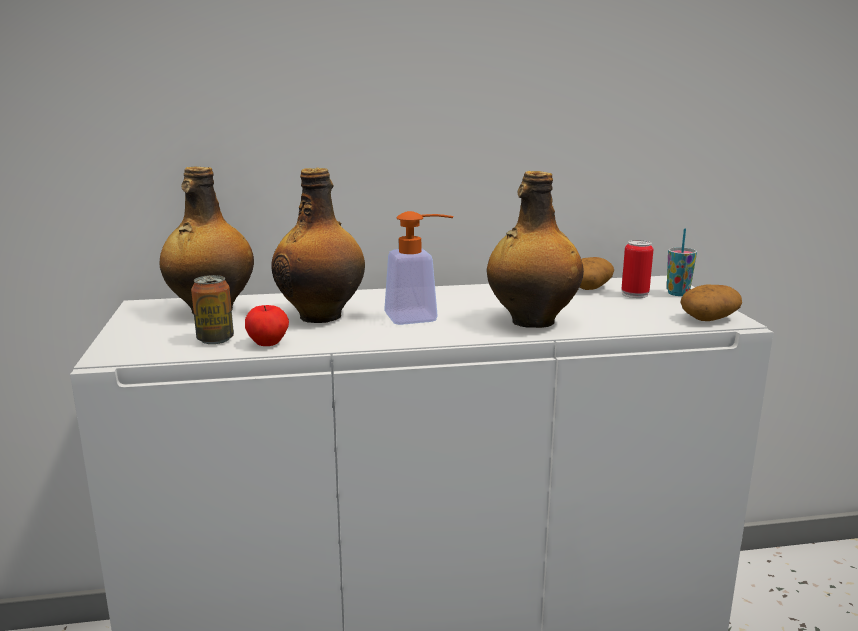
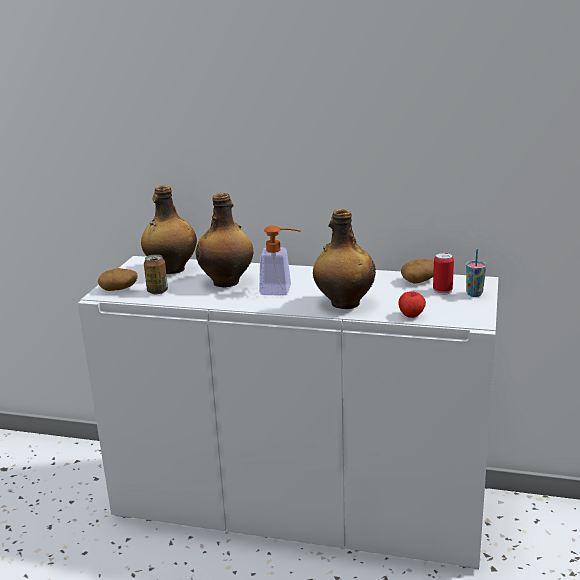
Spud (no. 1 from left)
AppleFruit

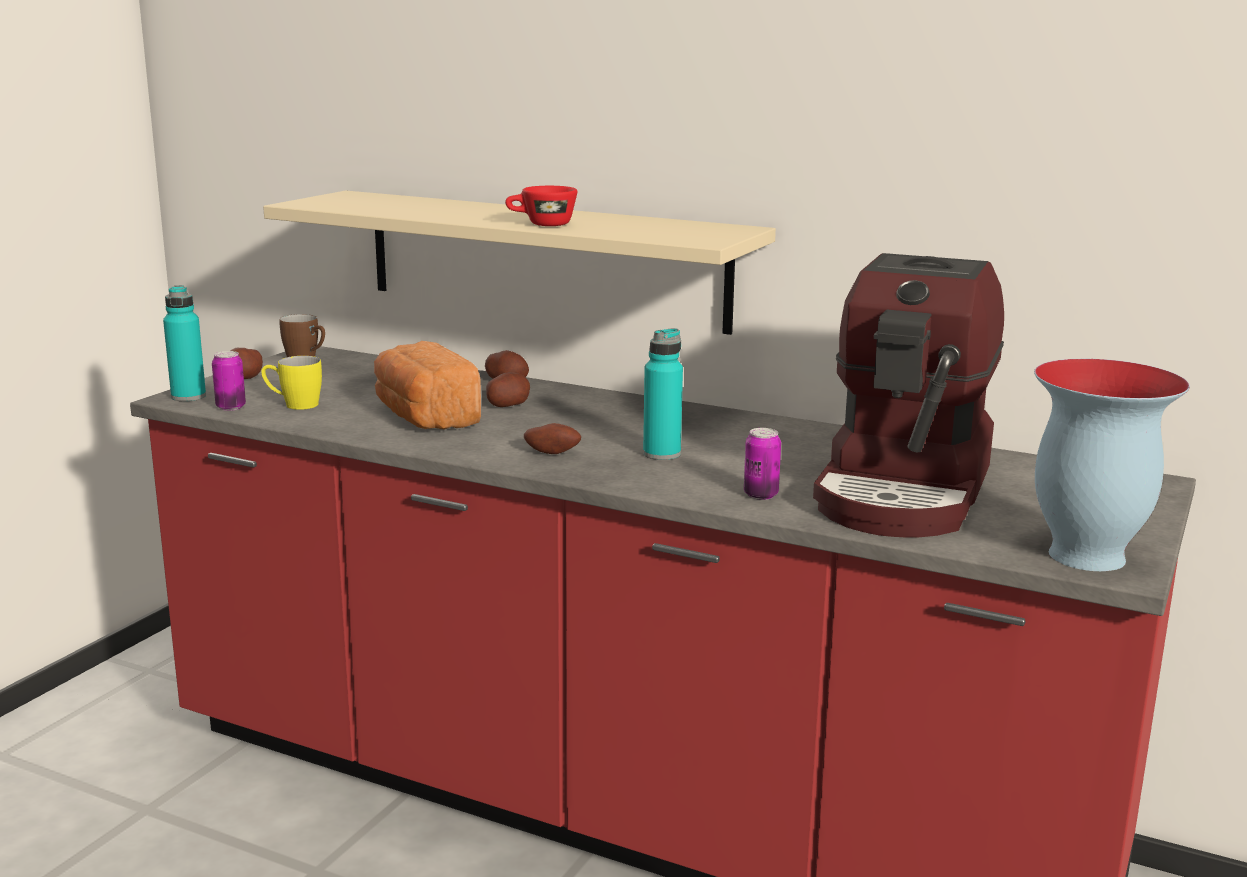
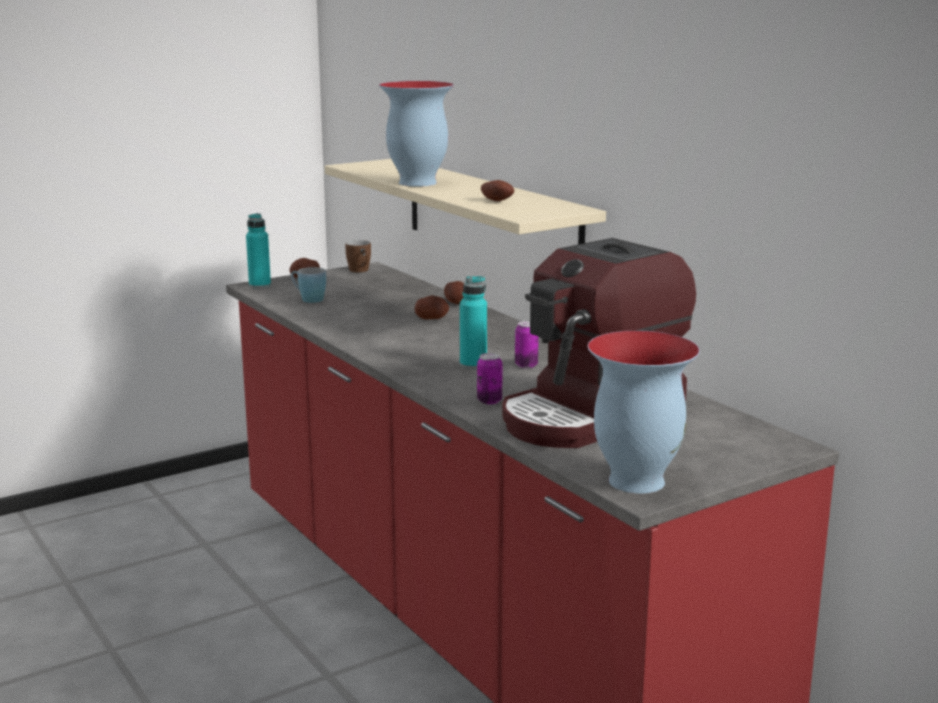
ReddishDrinkingCup
BakeryBread
SealedCan (no. 2 from left)
BlueMug
Spud (no. 4 from left)
DecorativeVase (no. 1 from left)

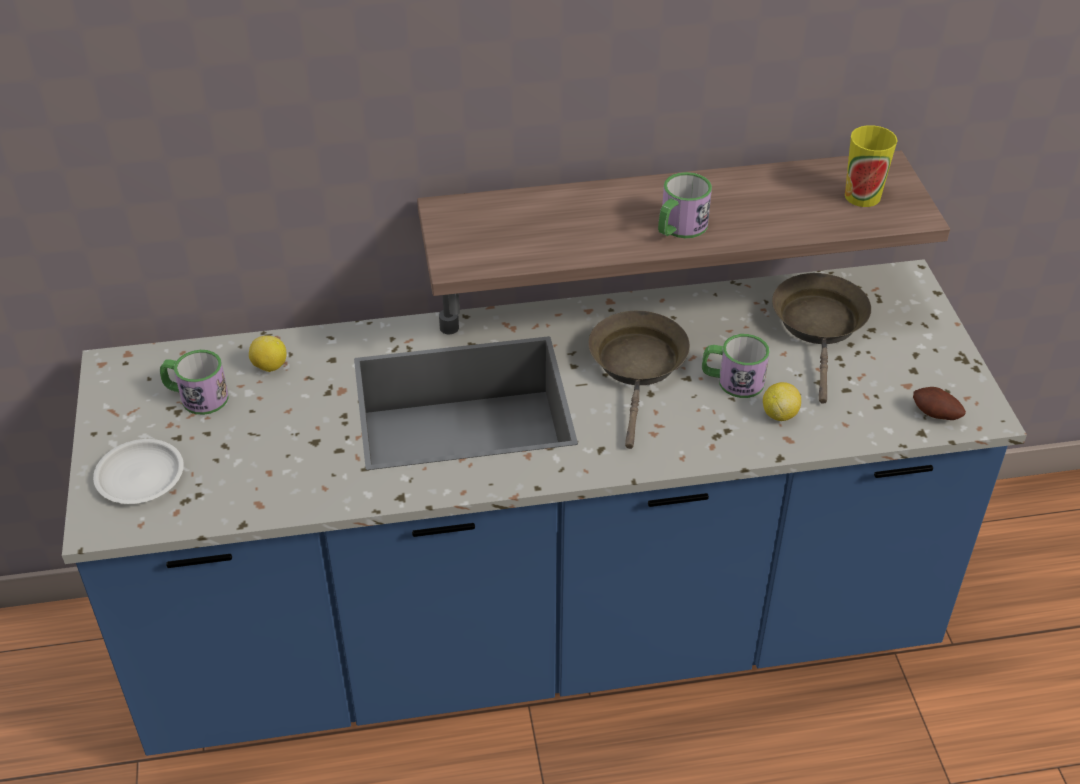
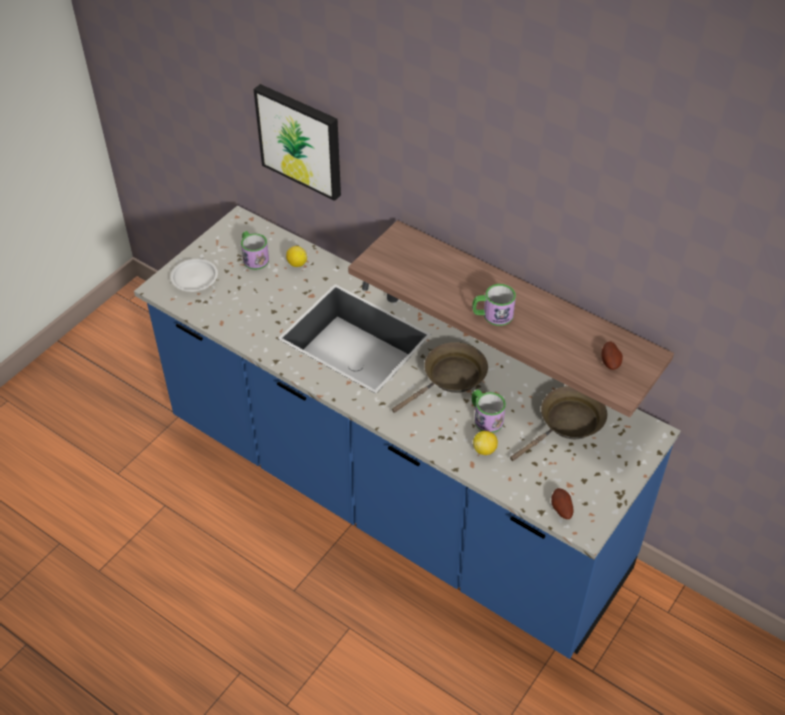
Spud (no. 2 from left)
Picture

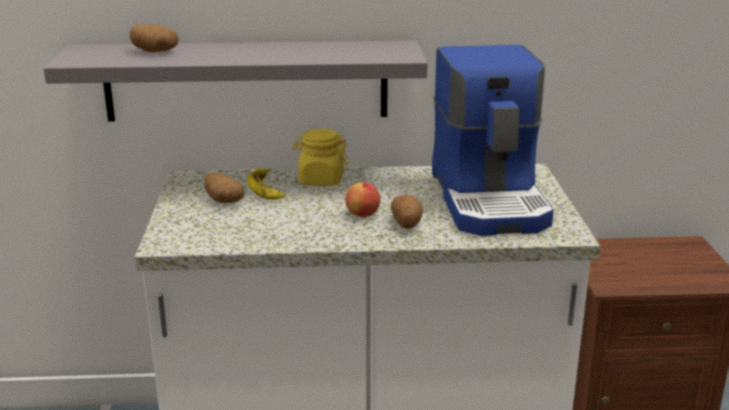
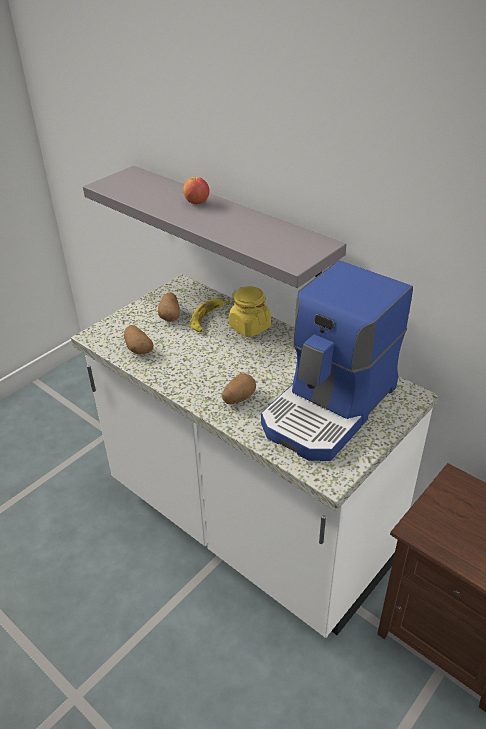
Spud (no. 1 from left)
AppleFruit

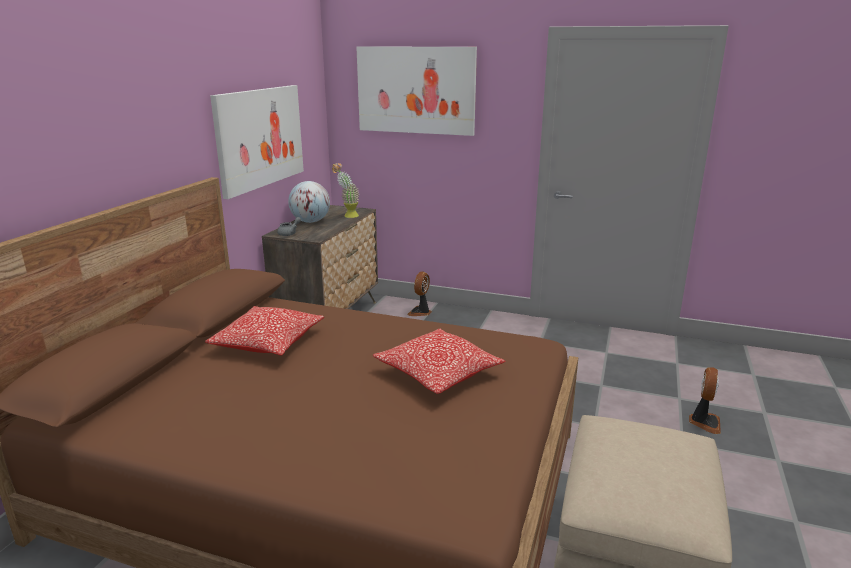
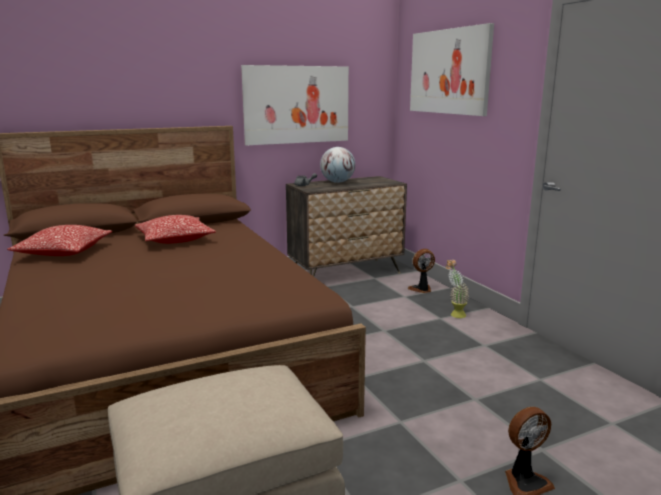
PlantInAPot
Pillow (no. 1 from left)

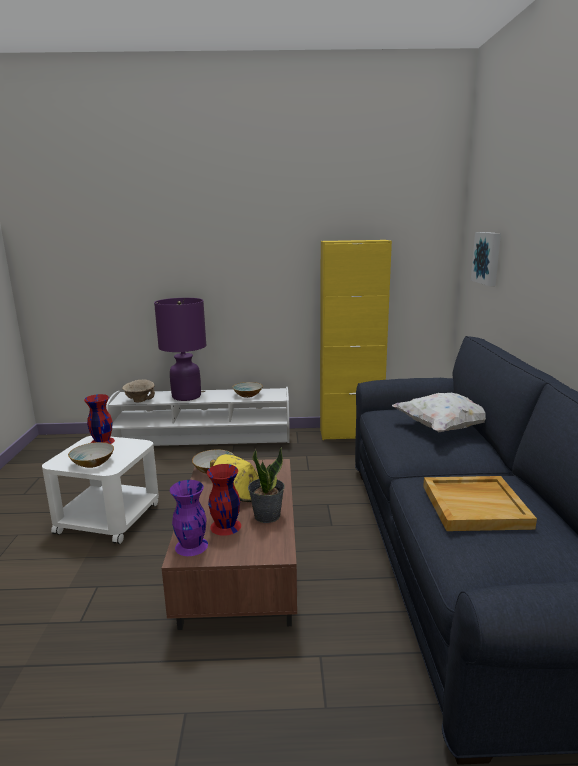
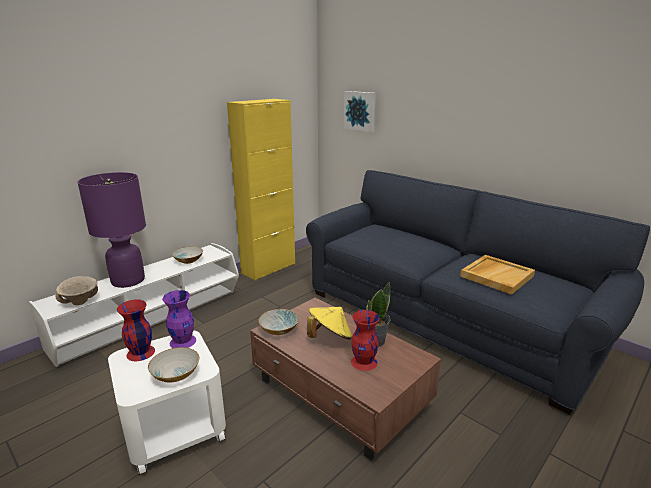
WhitePillow
PurplishDecorativeVase

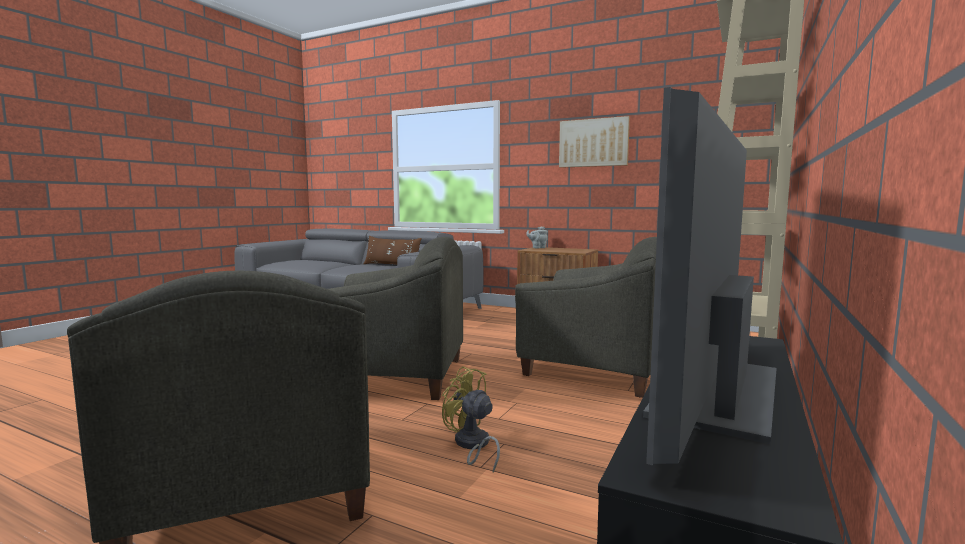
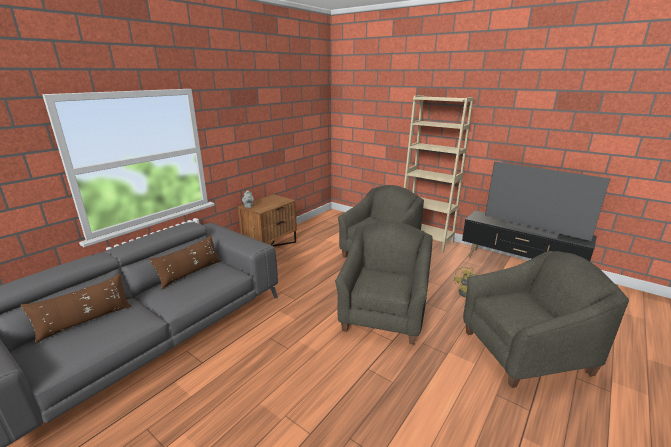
Picture
BrownishPillow (no. 1 from left)

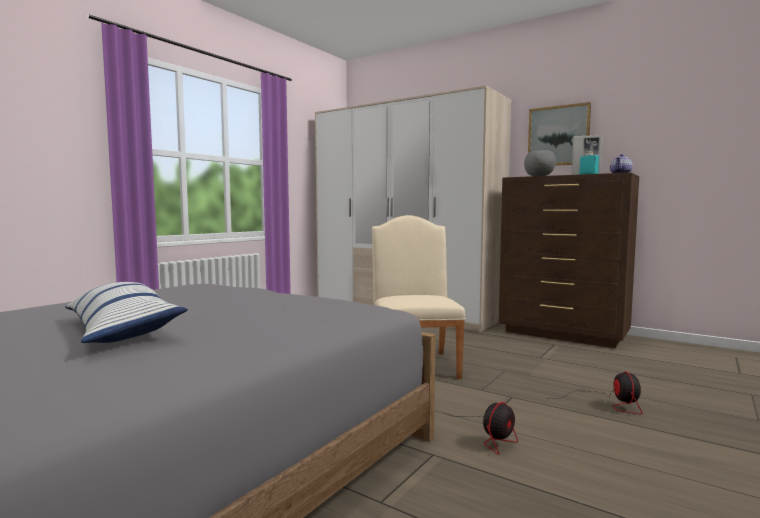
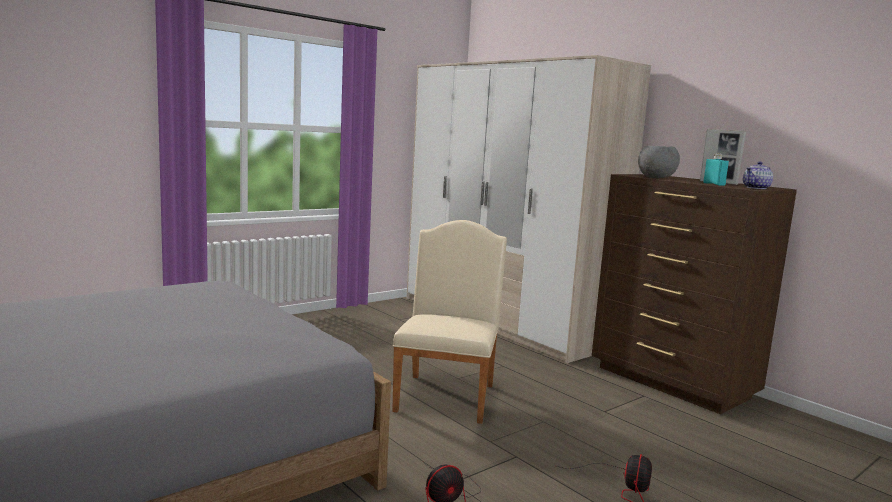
Picture
Pillow

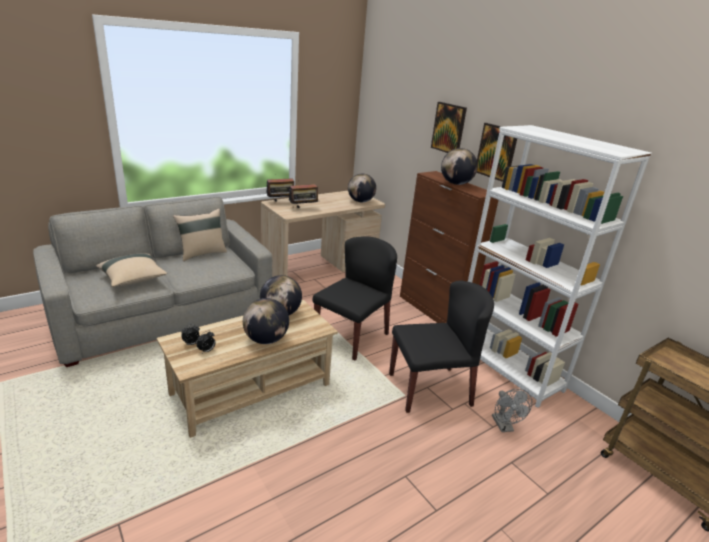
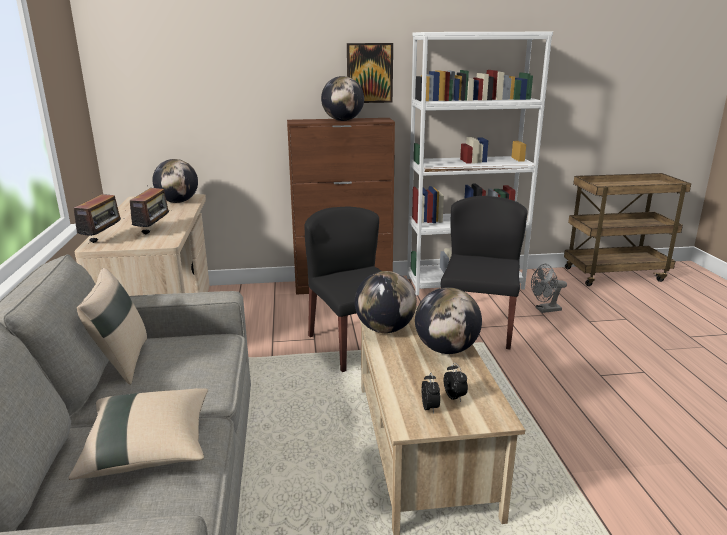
Picture (no. 1 from left in the first image)
GreyCoolingFan

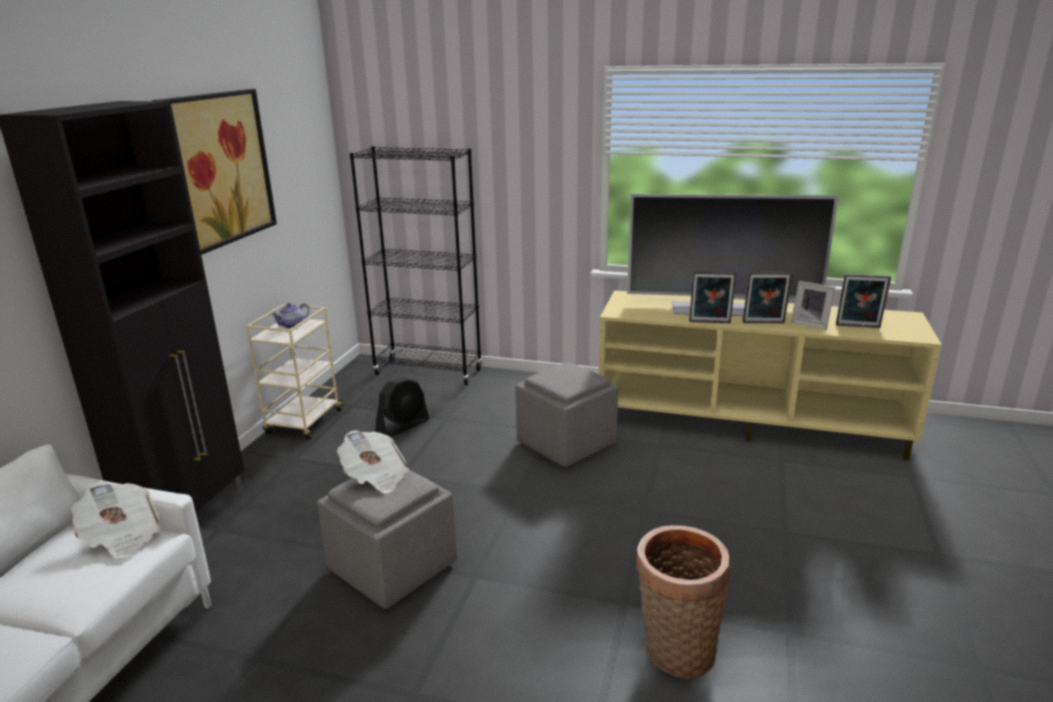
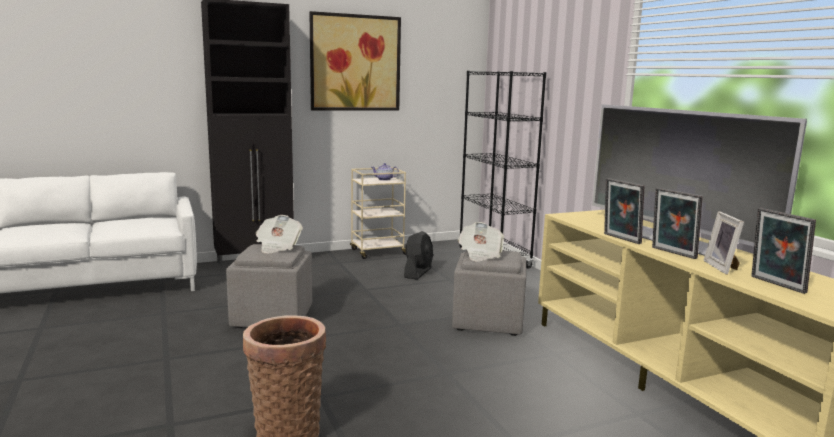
BlackishCoolingFan
Newspaper (no. 2 from left)

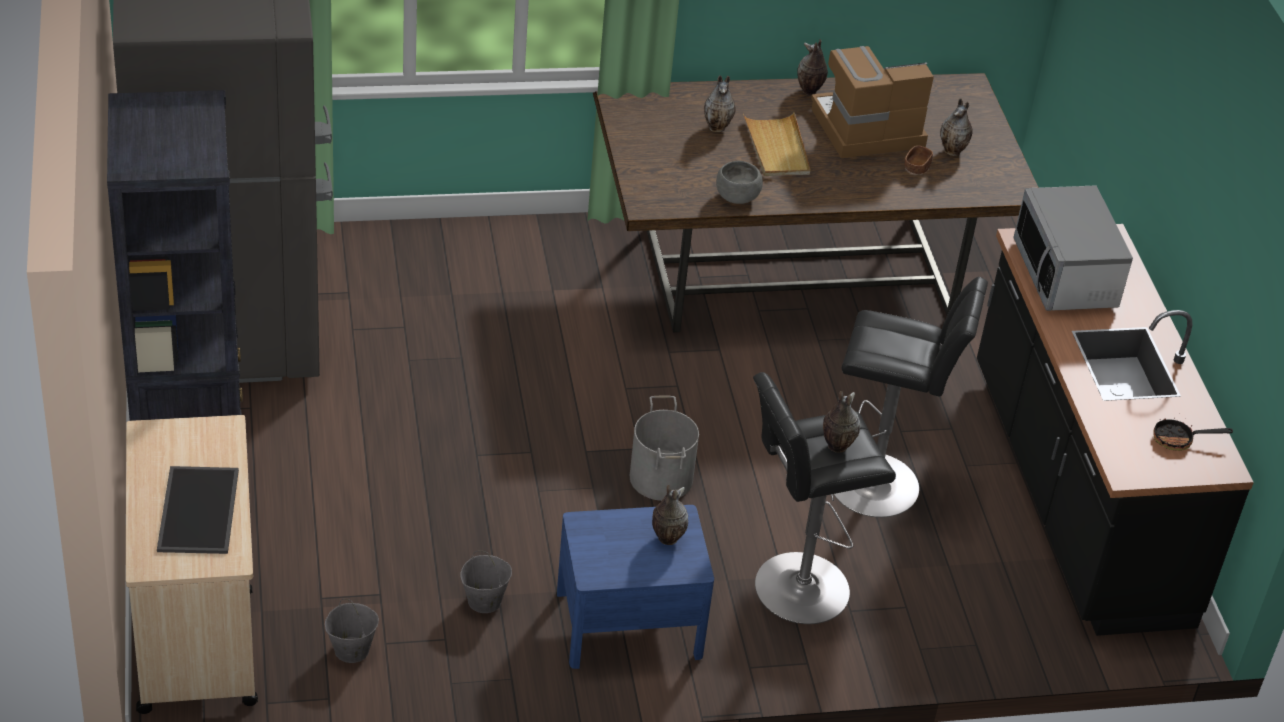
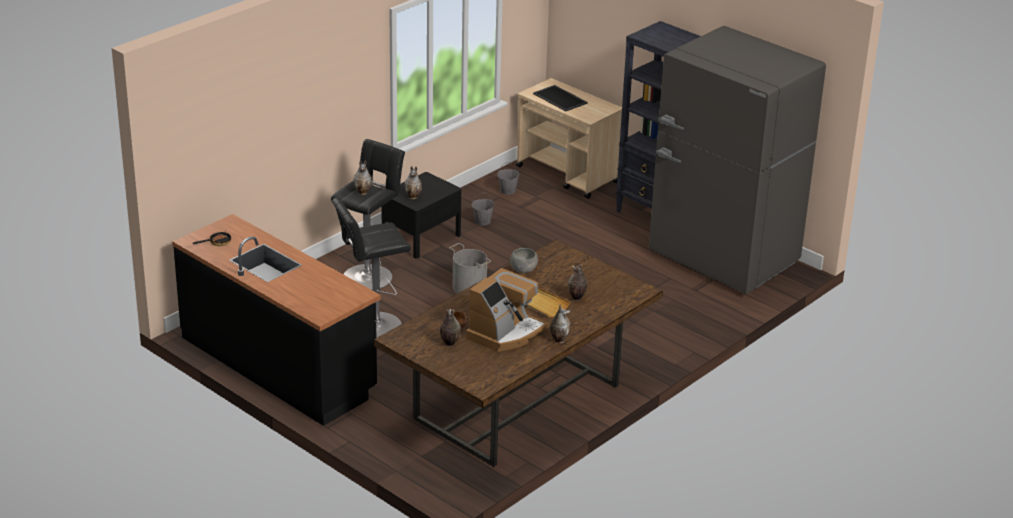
Microwave
BlackishNightTable

